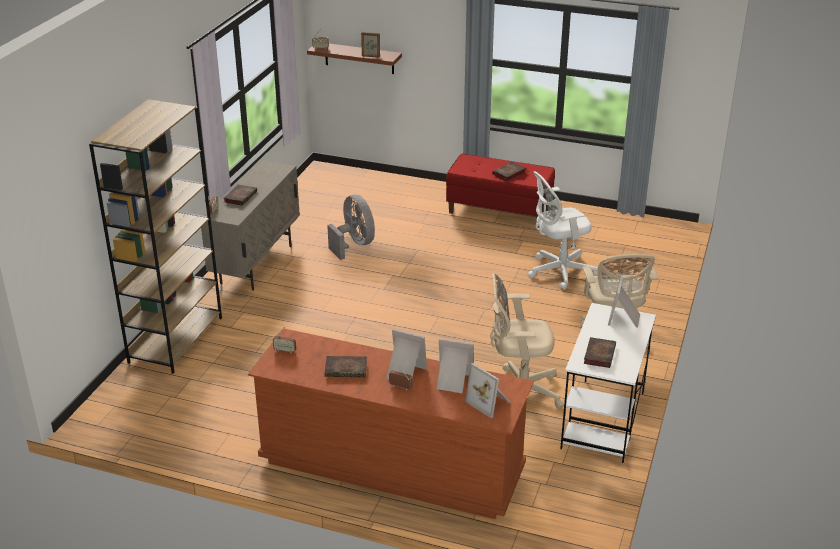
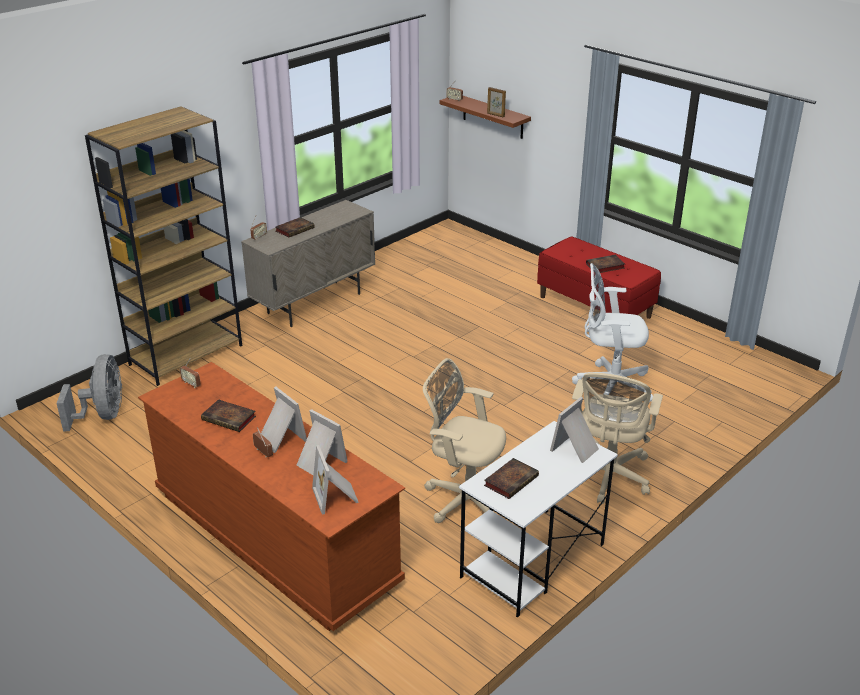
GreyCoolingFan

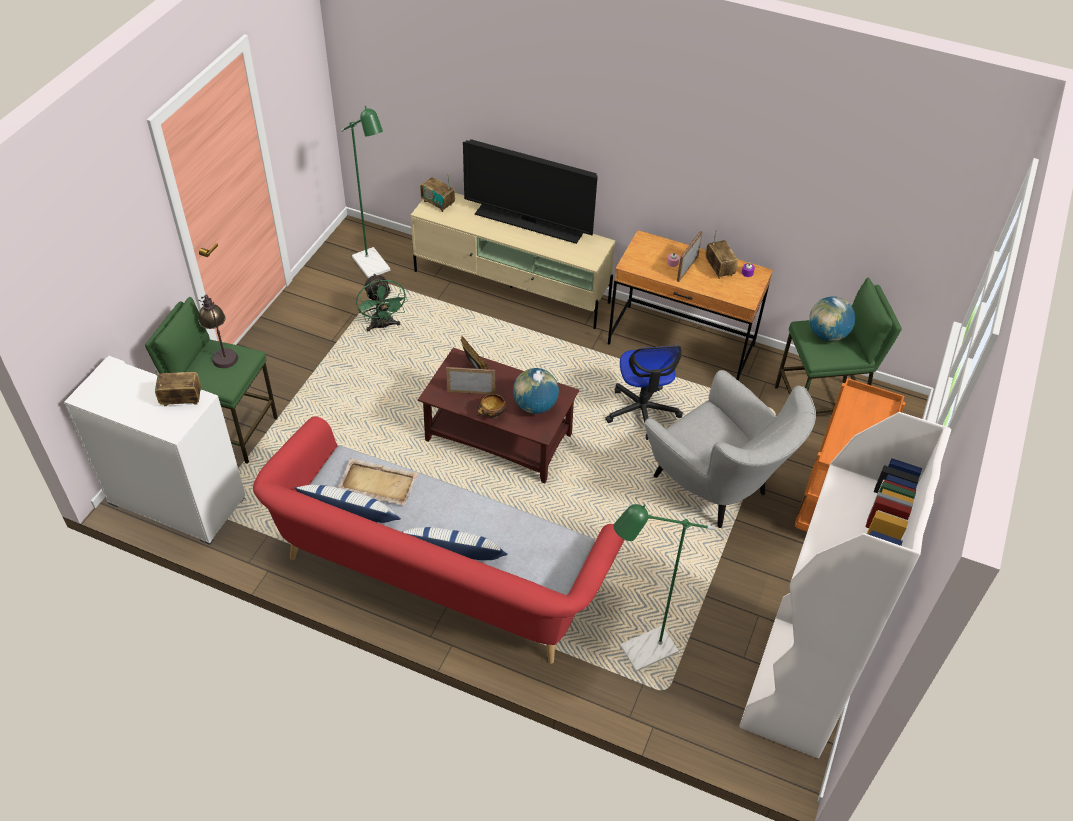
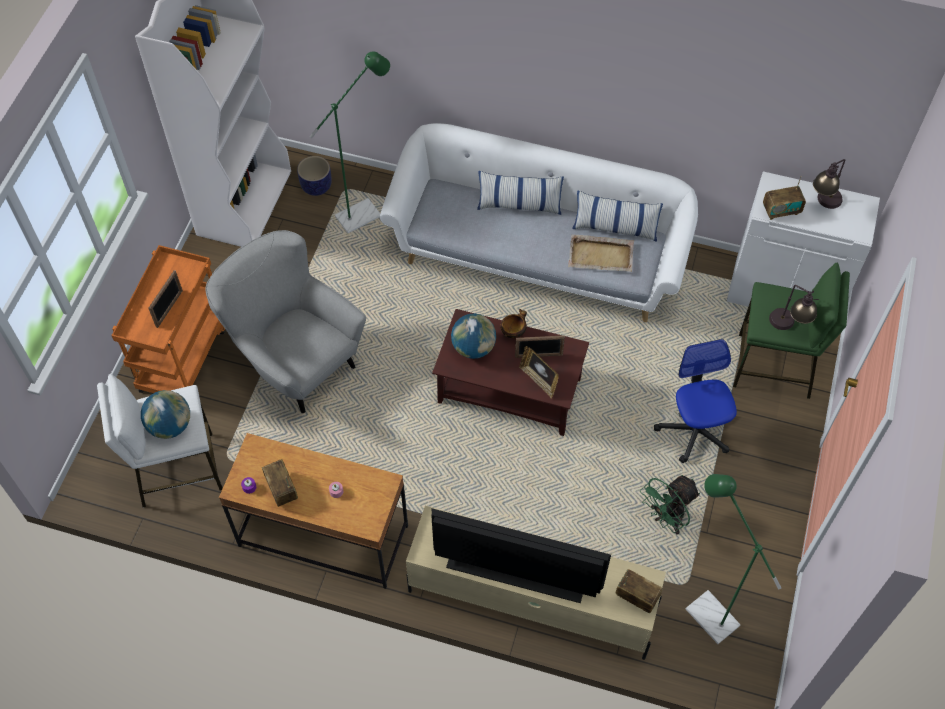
StandingFrame (no. 1 from left)
GreenishCoolingFan
WhiteStool
OfficeChair
WhiteSettee
FlowerPot
TabletopLamp (no. 2 from left)

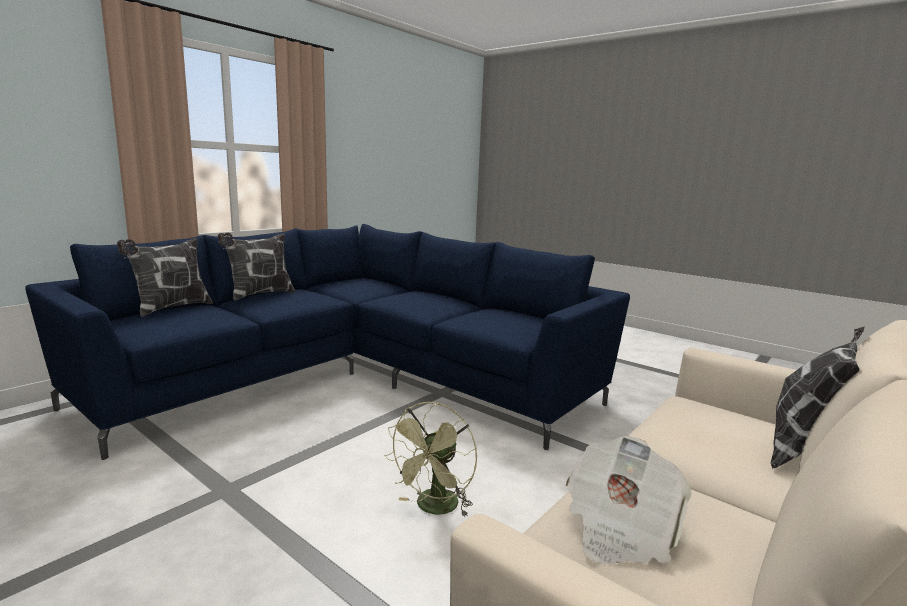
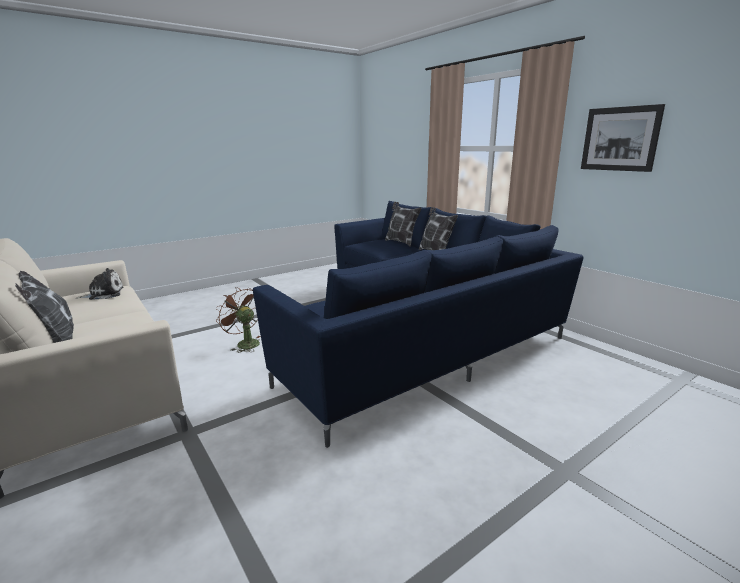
BrownishCoolingFan
SoftToy
Picture

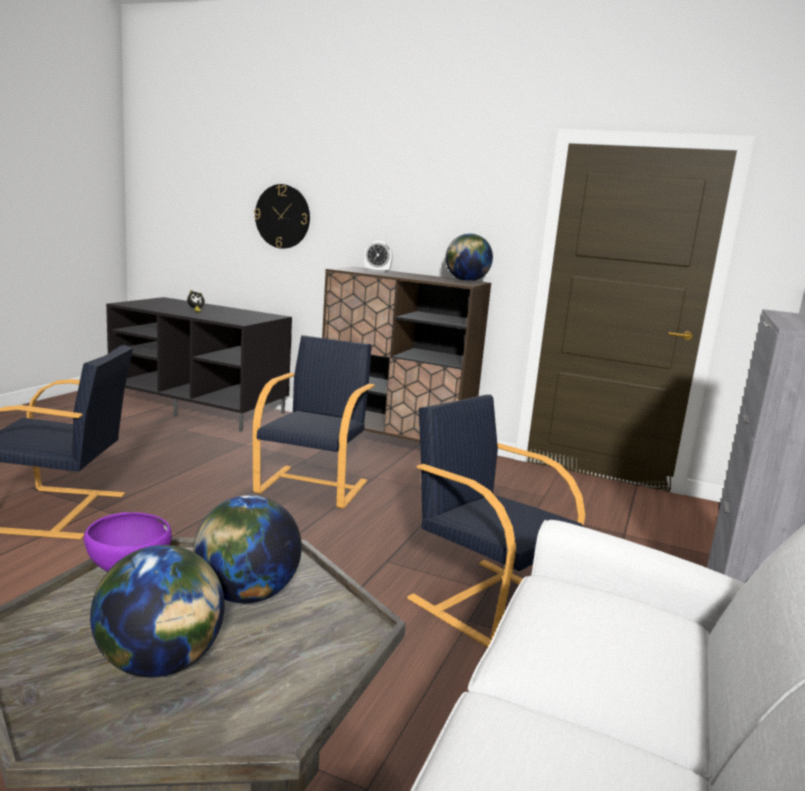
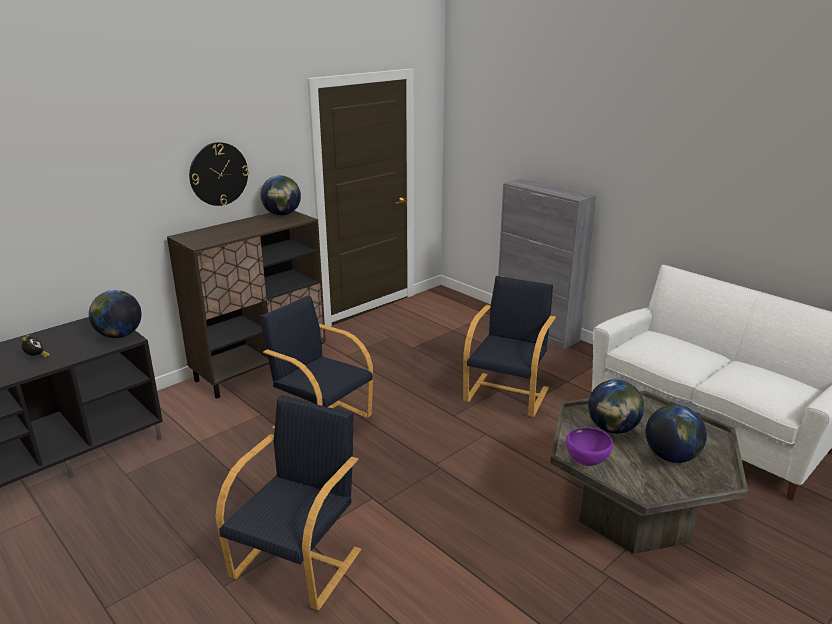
ClockOnTheWall
TableClock (no. 2 from left in the first image)
BlackishEasyChair (no. 3 from left)
Globe (no. 1 from left)

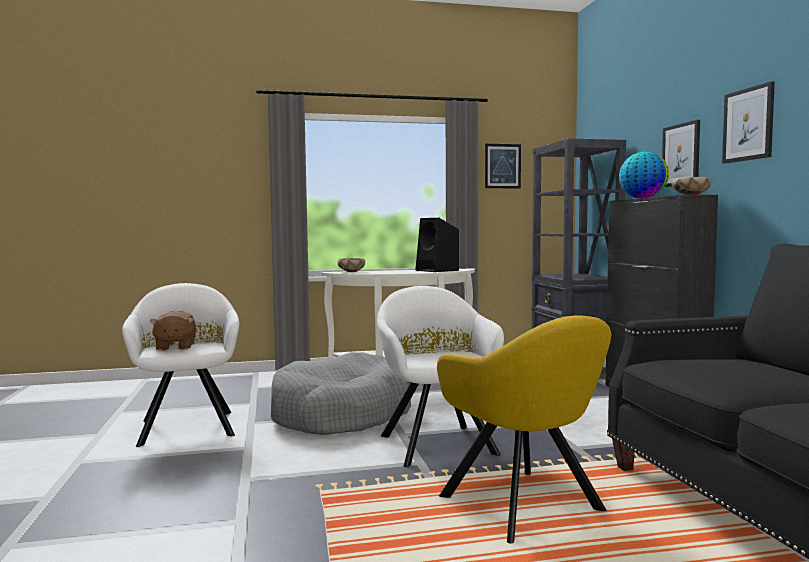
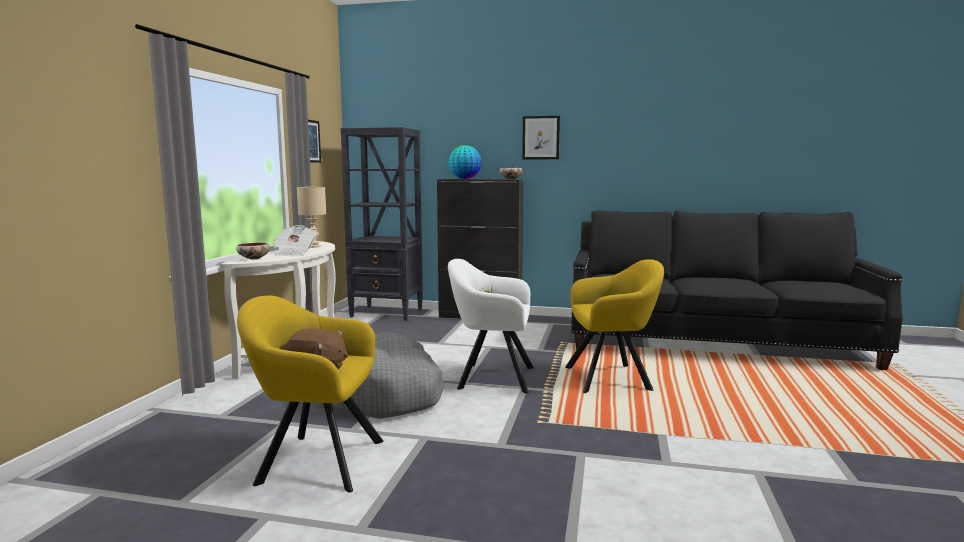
Picture (no. 2 from left in the first image)
BeigeTabletopLamp
YellowEasyChair (no. 1 from left)
Newspaper

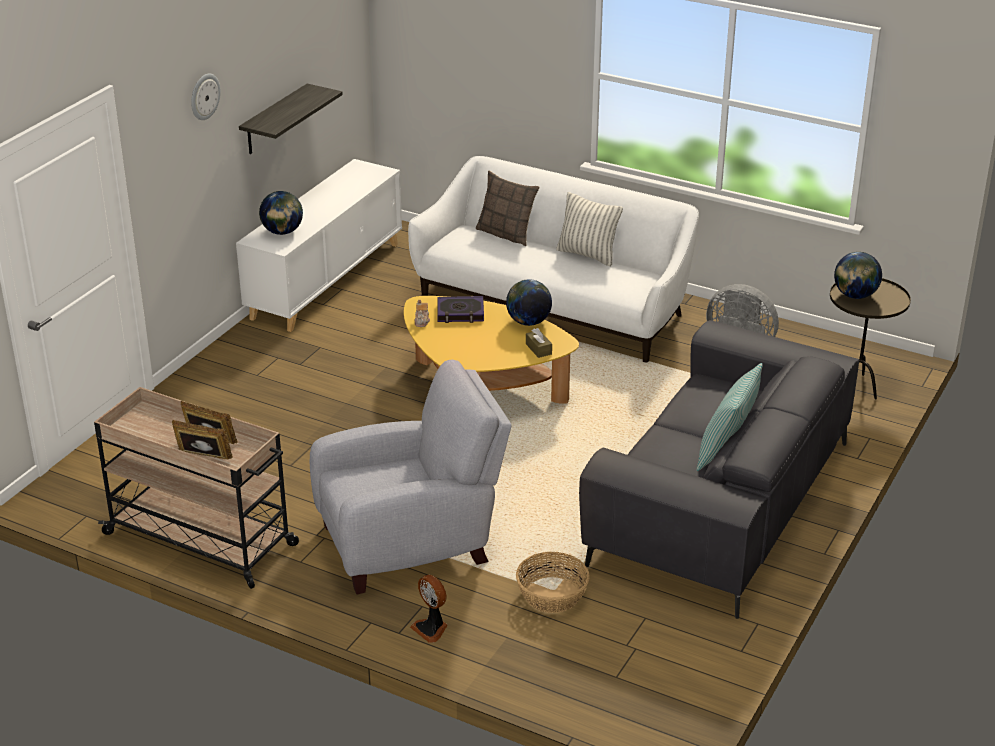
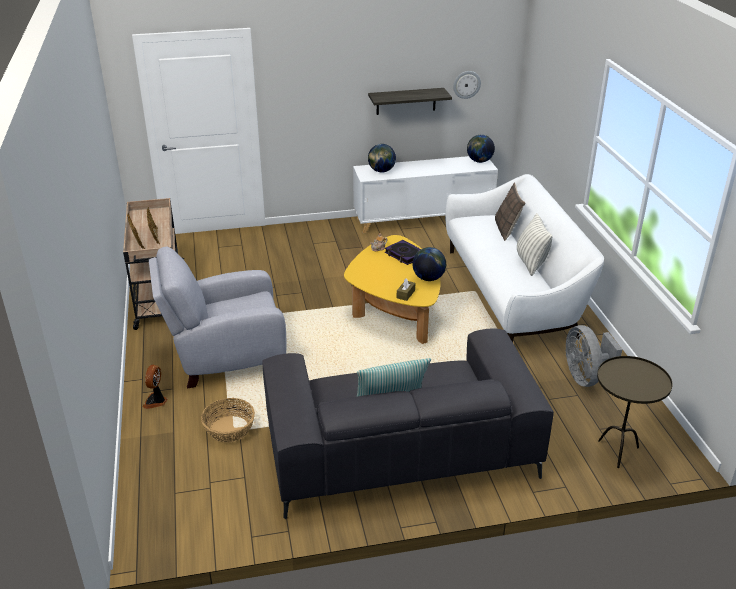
ClockOnTheWall
Globe (no. 3 from left)
GreyEasyChair

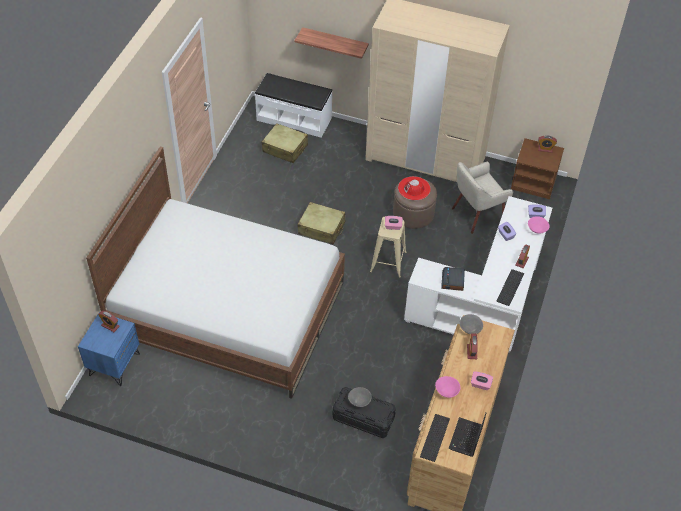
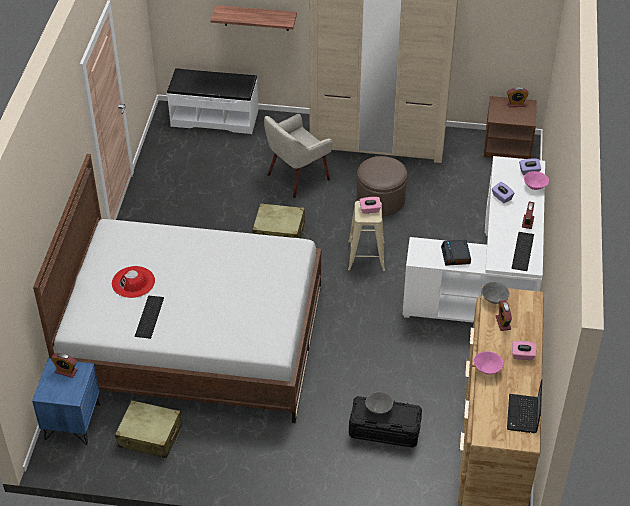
BeigeSuitcase (no. 1 from left)
BeigeEasyChair
ReddishHat
PcKeyboard (no. 1 from left)

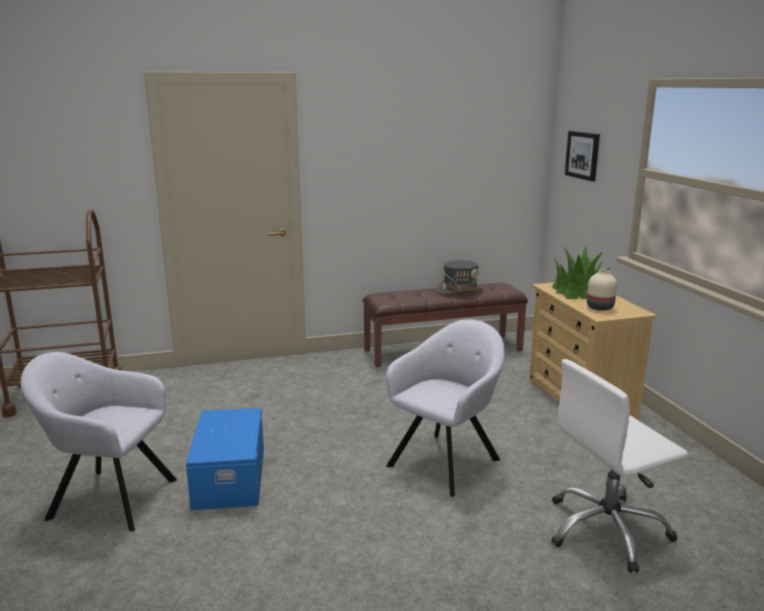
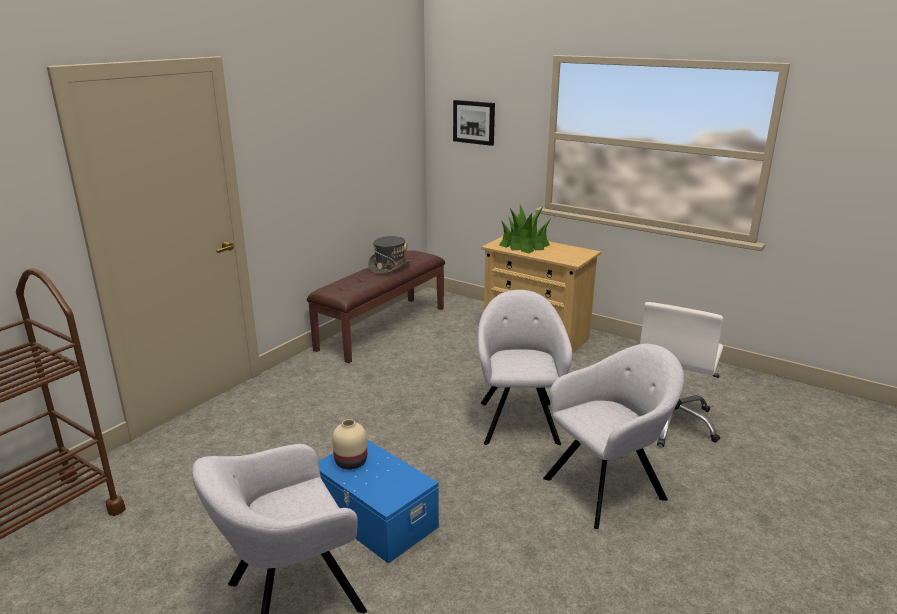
BeigeDecorativeVase
GreyEasyChair (no. 3 from left)

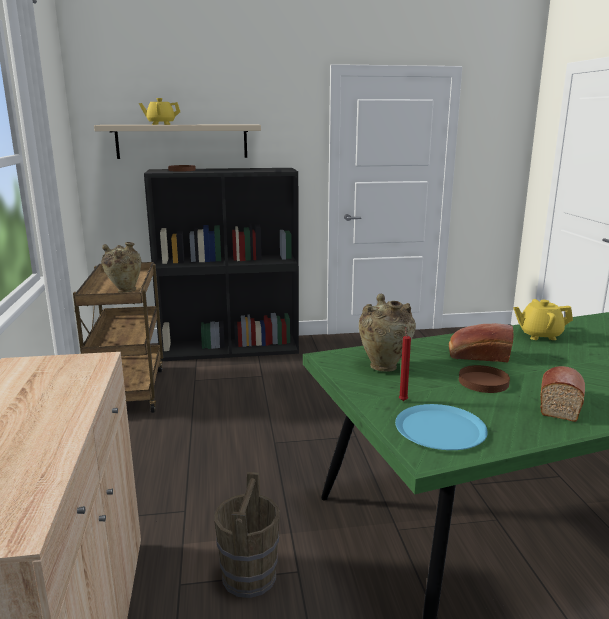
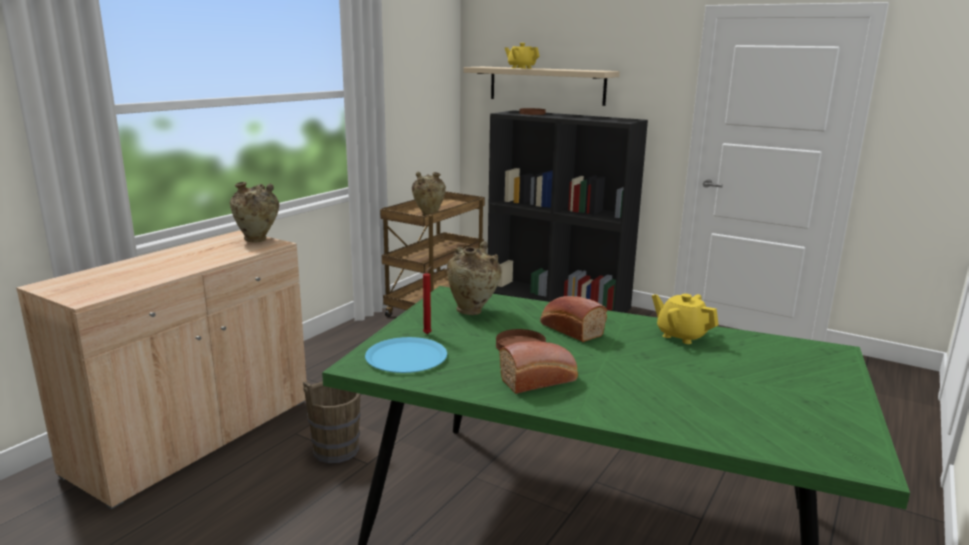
BeigeDecorativeVase (no. 1 from left)

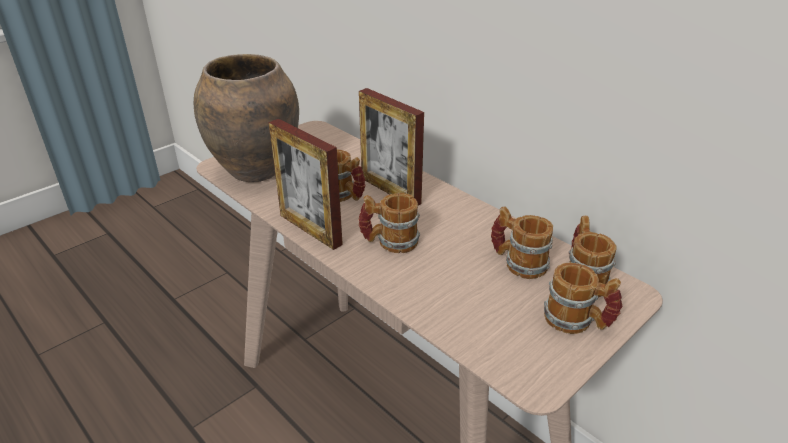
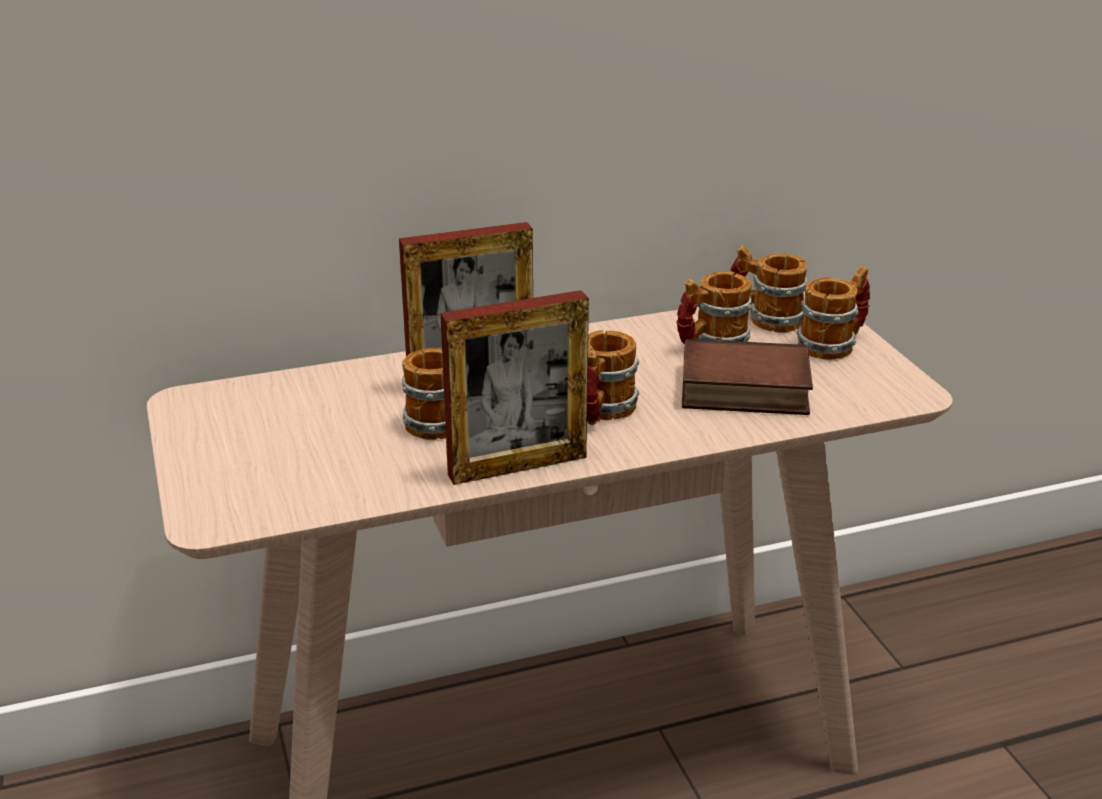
BrownishDecorativeVase
BoundBook

